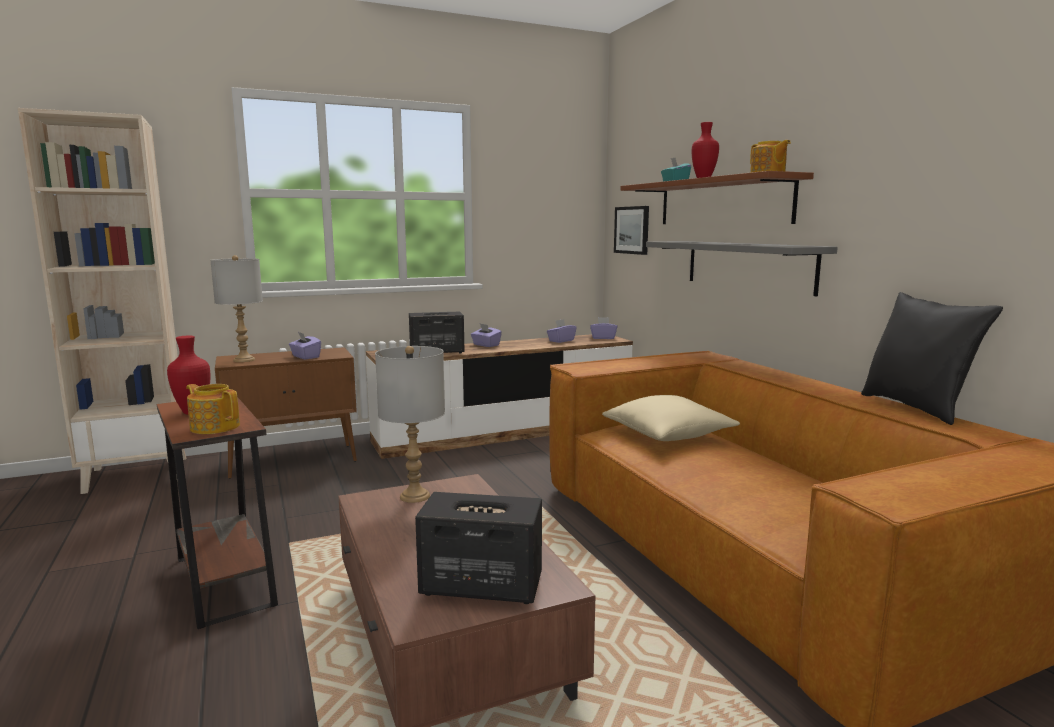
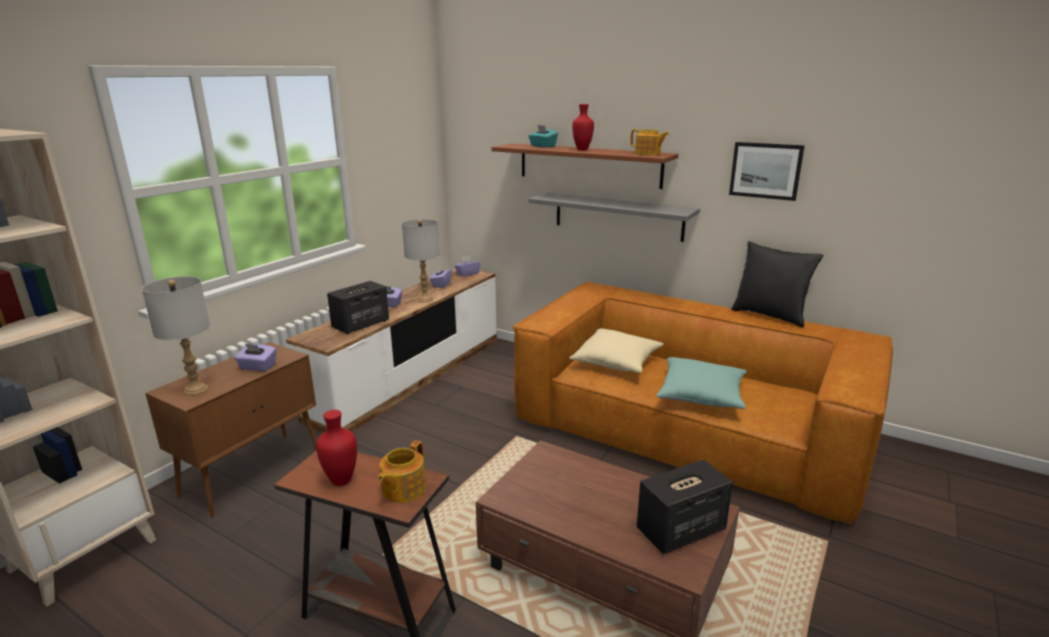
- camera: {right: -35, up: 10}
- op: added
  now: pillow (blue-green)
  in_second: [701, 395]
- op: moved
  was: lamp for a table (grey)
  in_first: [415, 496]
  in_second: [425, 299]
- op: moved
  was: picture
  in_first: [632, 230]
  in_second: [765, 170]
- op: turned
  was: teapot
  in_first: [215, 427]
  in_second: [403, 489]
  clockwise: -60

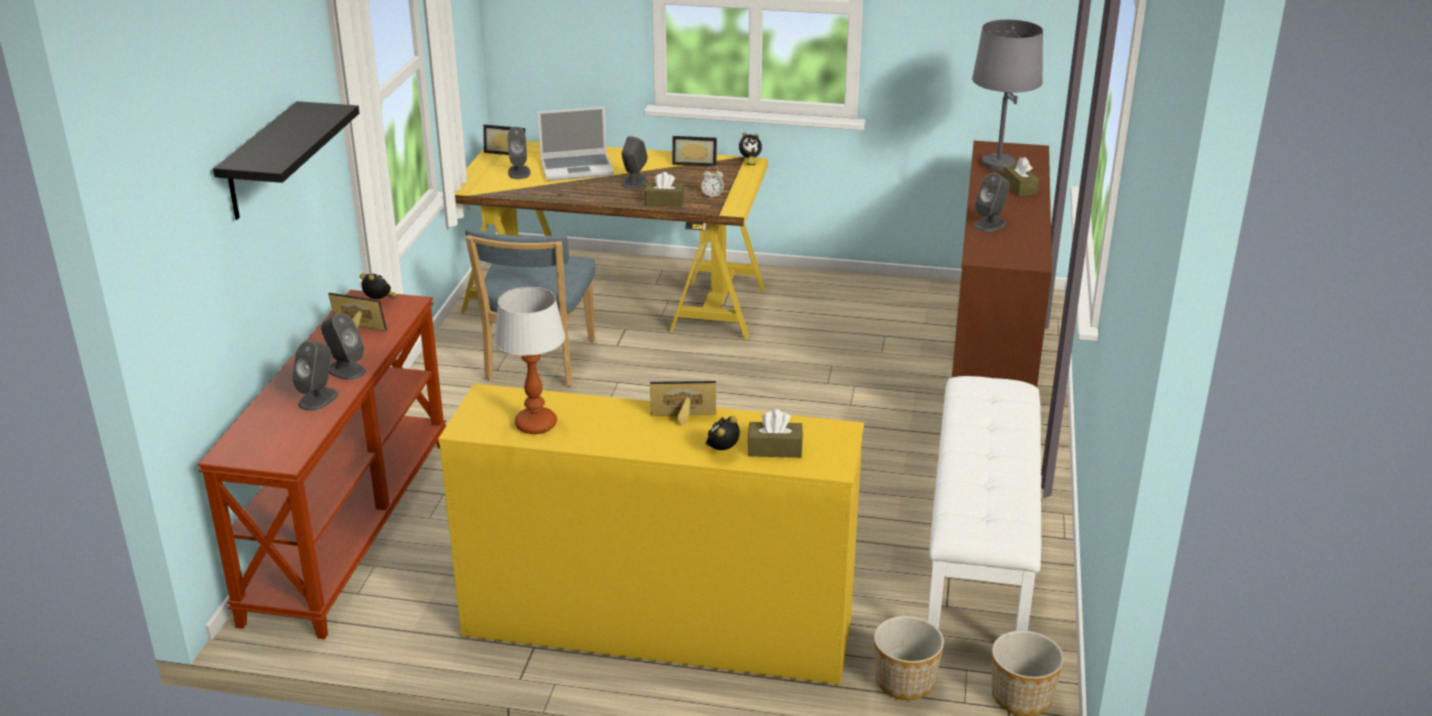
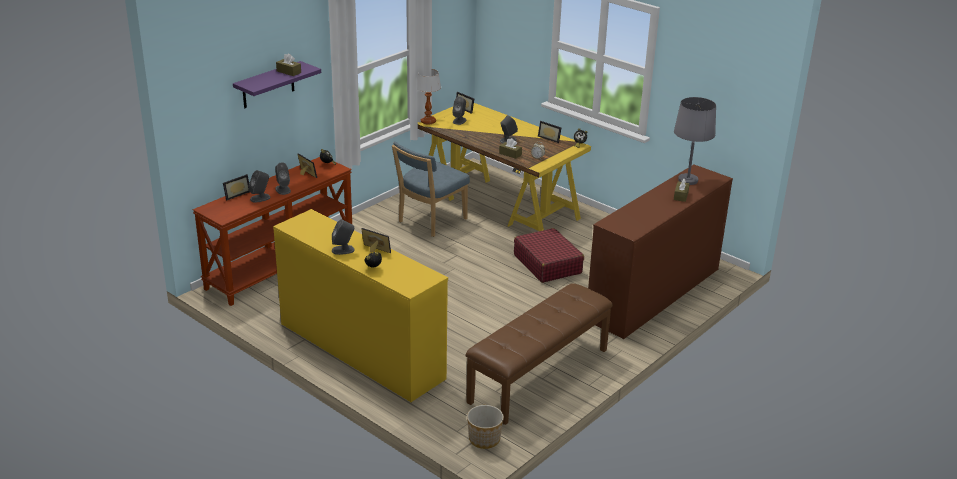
- camera: {right: 30, up: 0}
- op: removed
  was: portable computer
  in_first: [578, 168]
- op: removed
  was: flower pot
  in_first: [906, 681]
- op: added
  now: photo frame
  in_second: [236, 194]
- op: added
  now: suitcase (red-coloured)
  in_second: [547, 264]
- op: moved
  was: lamp for a table
  in_first: [535, 424]
  in_second: [428, 121]
- op: moved
  was: box of tissues (brownish)
  in_first: [775, 449]
  in_second: [289, 72]
- op: moved
  was: speaker (grey)
  in_first: [990, 224]
  in_second: [343, 250]
- op: recoloured
  was: wall shelf (black)
  now: wall shelf (purplish)
  in_first: [261, 162]
  in_second: [268, 85]
- op: recoloured
  was: bench (white-coloured)
  now: bench (brownish)
  in_first: [981, 553]
  in_second: [539, 376]

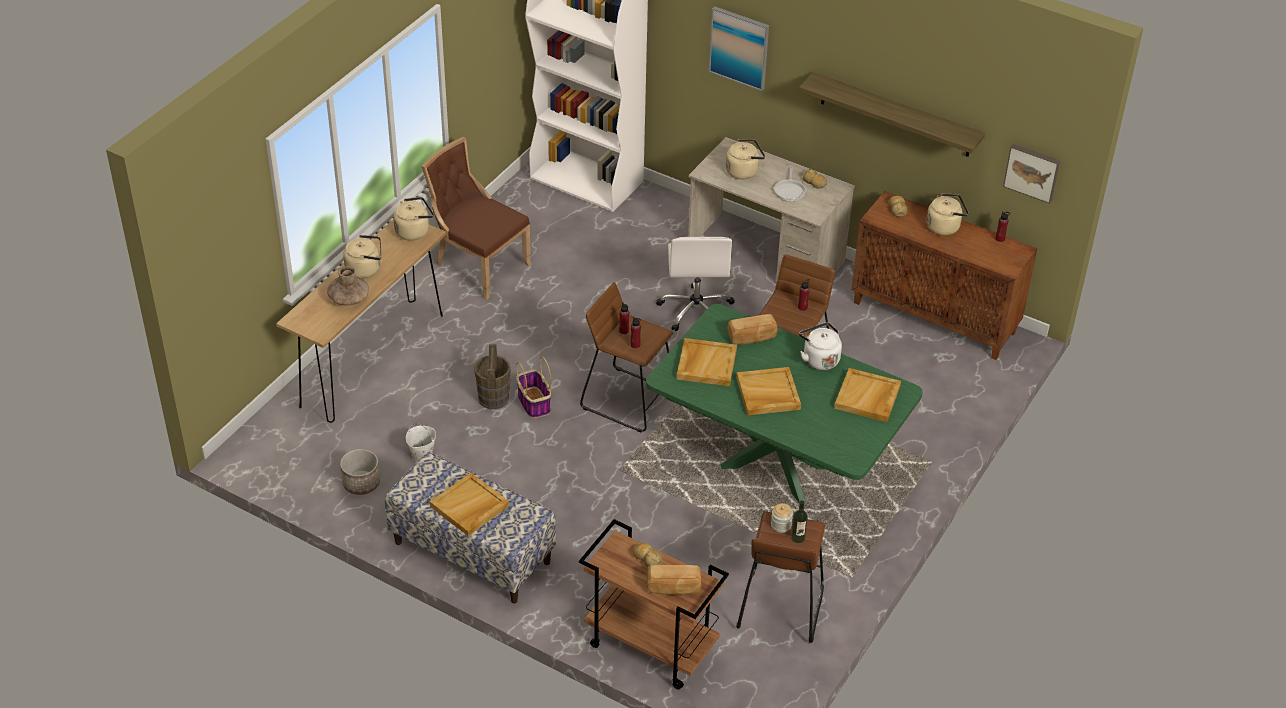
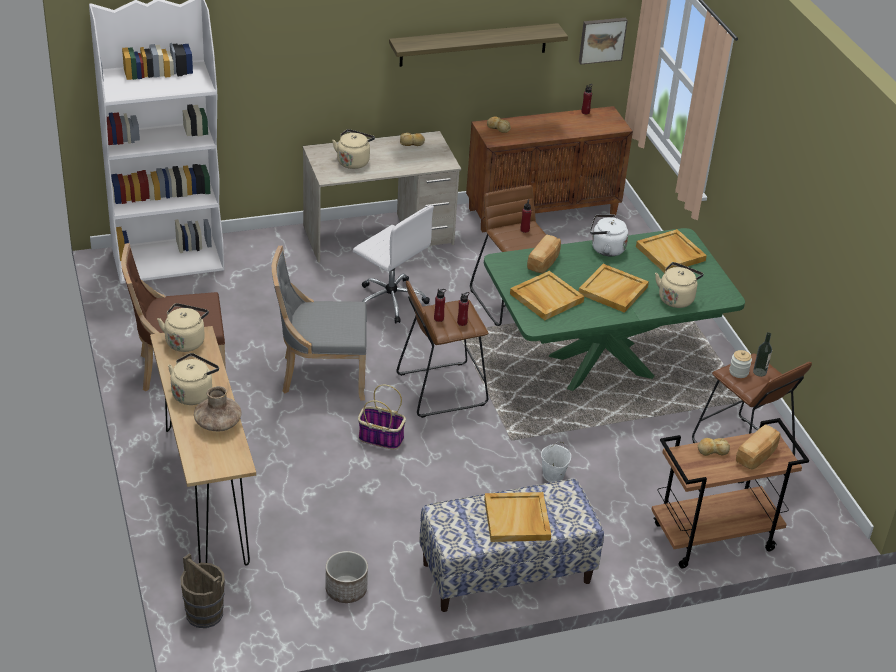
- camera: {right: -50, up: -5}
- op: removed
  was: picture
  in_first: [739, 47]
- op: removed
  was: pan
  in_first: [789, 191]
- op: added
  now: upright chair (grey)
  in_second: [320, 375]
- op: moved
  was: bucket (white-coloured)
  in_first: [422, 454]
  in_second: [553, 475]
- op: moved
  was: bucket (brownish)
  in_first: [493, 398]
  in_second: [204, 613]
- op: moved
  was: water kettle (sand-coloured)
  in_first: [945, 226]
  in_second: [676, 298]

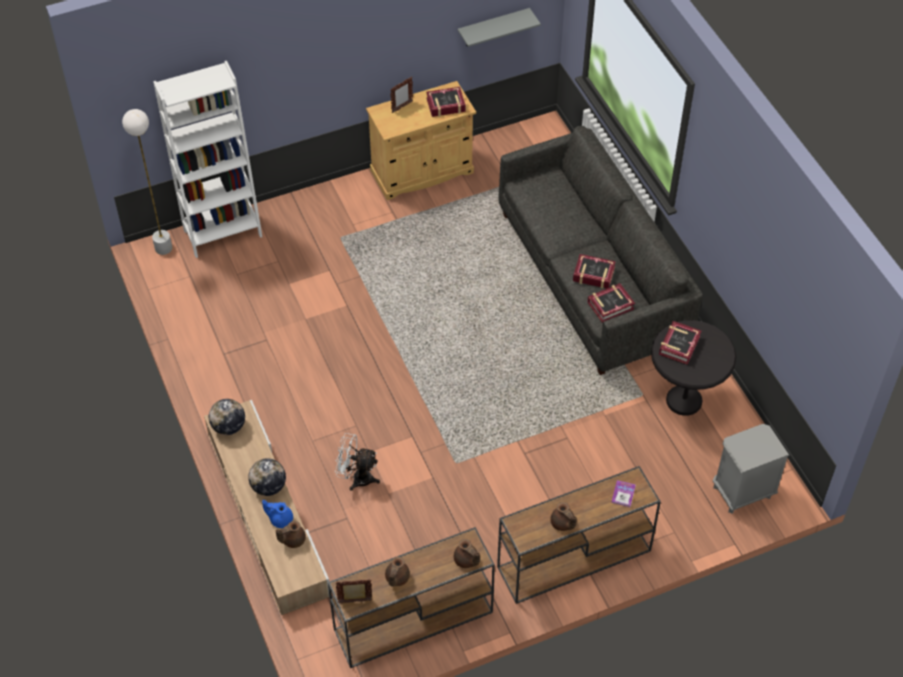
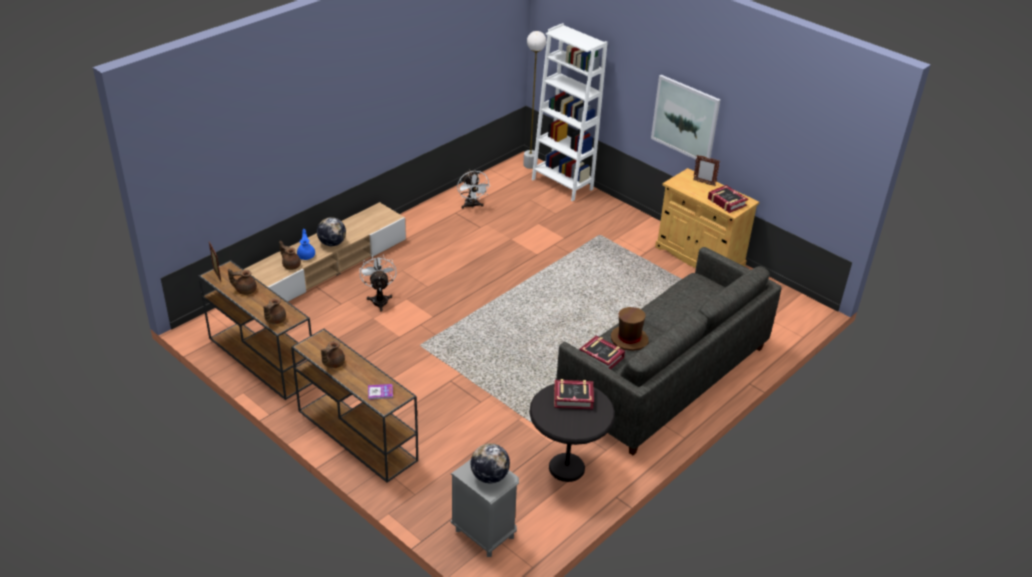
- camera: {right: 65, up: -15}
- op: removed
  was: wall shelf (grey)
  in_first: [493, 28]
- op: added
  now: fan (white-coloured)
  in_second: [472, 206]
- op: added
  now: picture
  in_second: [685, 119]
- op: moved
  was: globe
  in_first: [228, 427]
  in_second: [489, 476]
- op: replaced
  was: volume
  now: wearable hat (brownish)
  in_first: [593, 274]
  in_second: [629, 339]

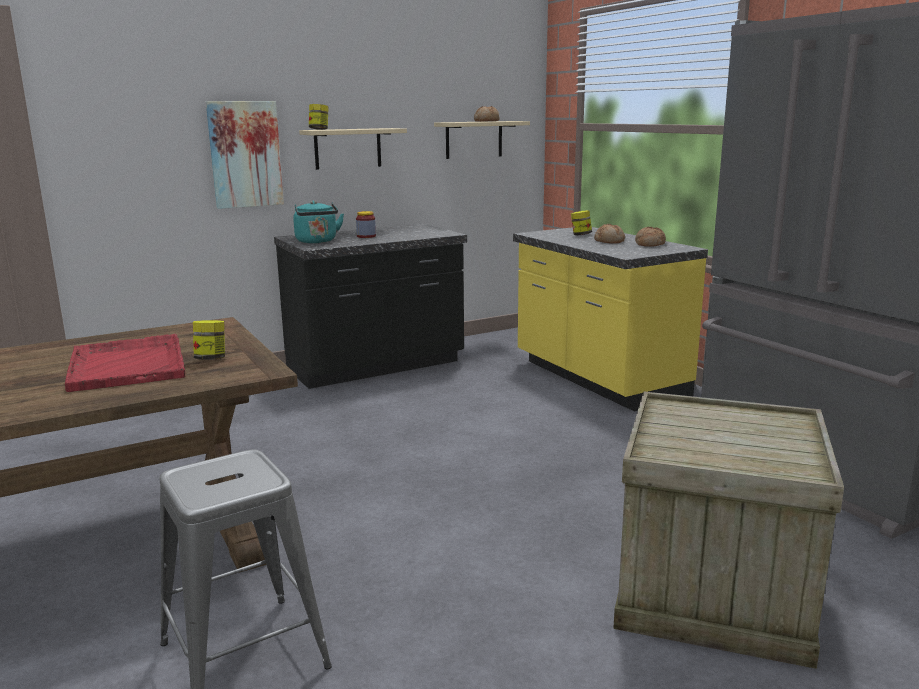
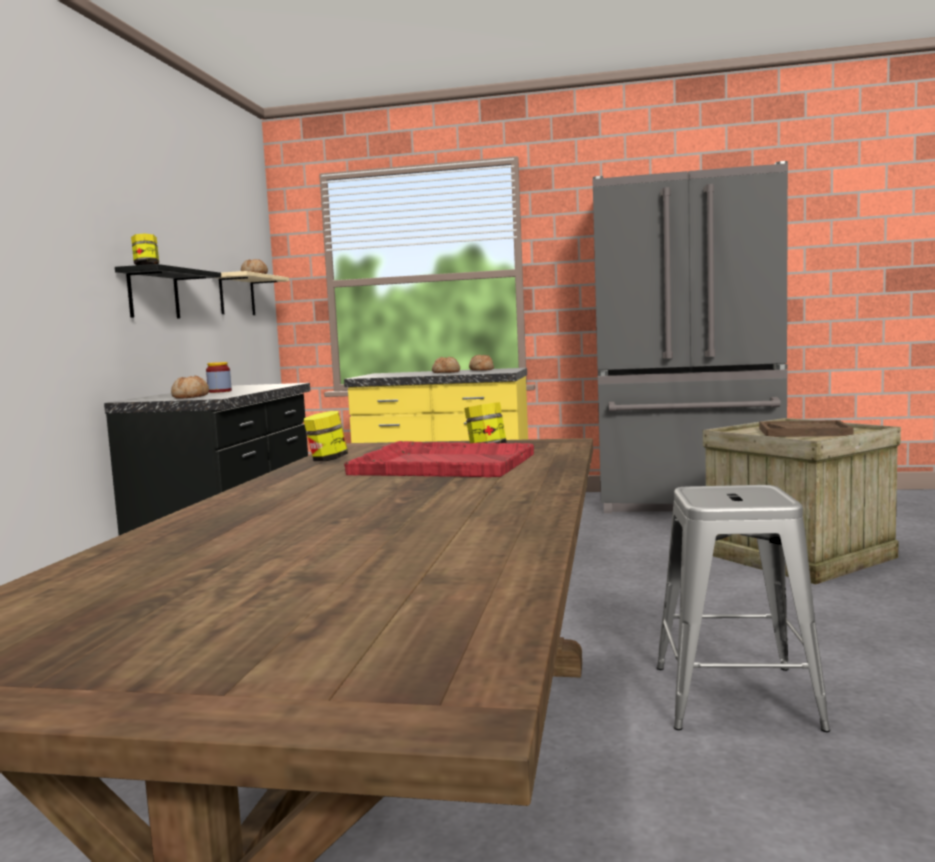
- camera: {right: -50, up: -10}
- op: removed
  was: picture
  in_first: [245, 154]
- op: added
  now: serving tray (brownish)
  in_second: [804, 432]
- op: moved
  was: preserve jar
  in_first: [580, 235]
  in_second: [327, 460]
- op: replaced
  was: water kettle (blue-green)
  now: baked bread
  in_first: [317, 241]
  in_second: [191, 397]
- op: recoloured
  was: wall shelf (sand-coloured)
  now: wall shelf (black)
  in_first: [348, 148]
  in_second: [153, 294]

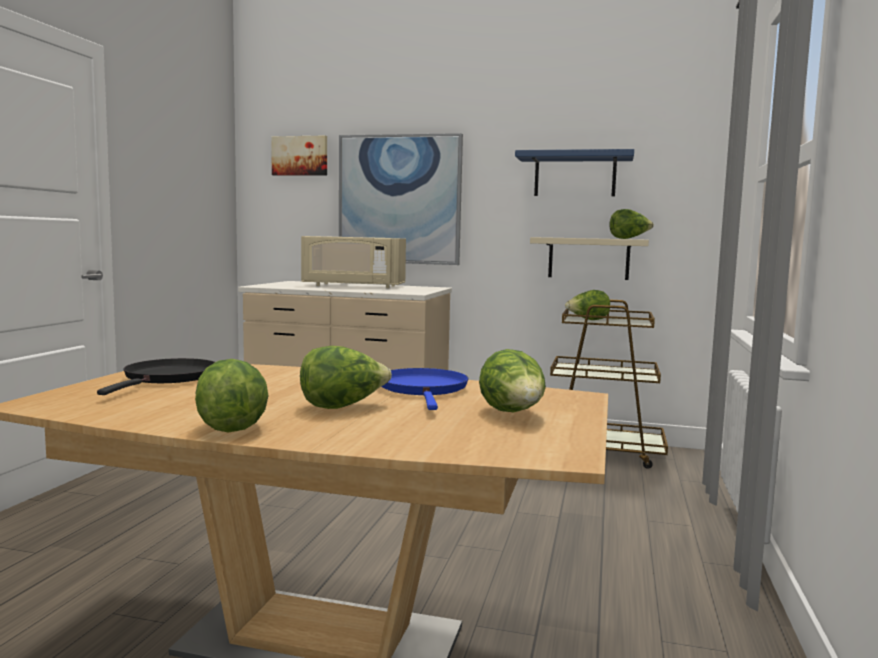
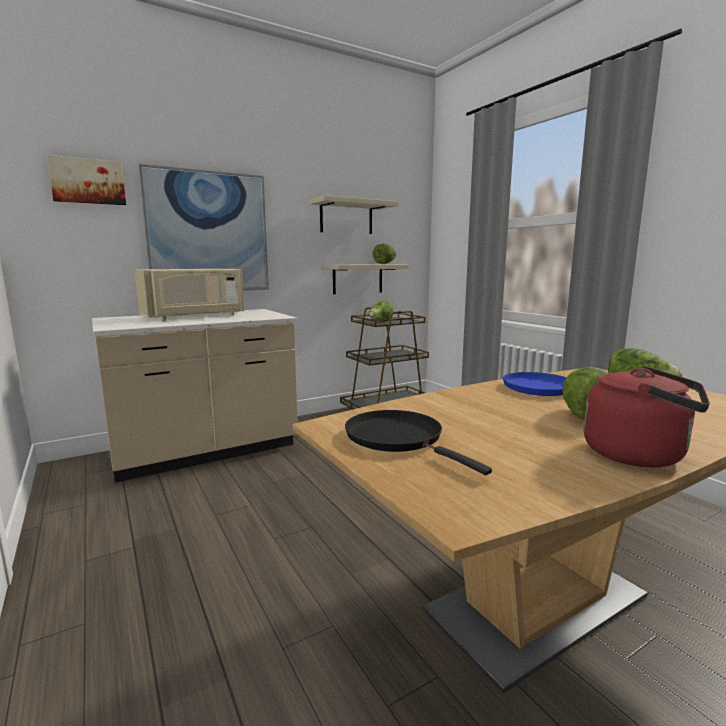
- camera: {right: -45, up: 5}
- op: replaced
  was: lettuce head
  now: water kettle (red-coloured)
  in_first: [232, 426]
  in_second: [639, 455]
- op: recoloured
  was: wall shelf (blue)
  now: wall shelf (sand-coloured)
  in_first: [575, 175]
  in_second: [346, 217]

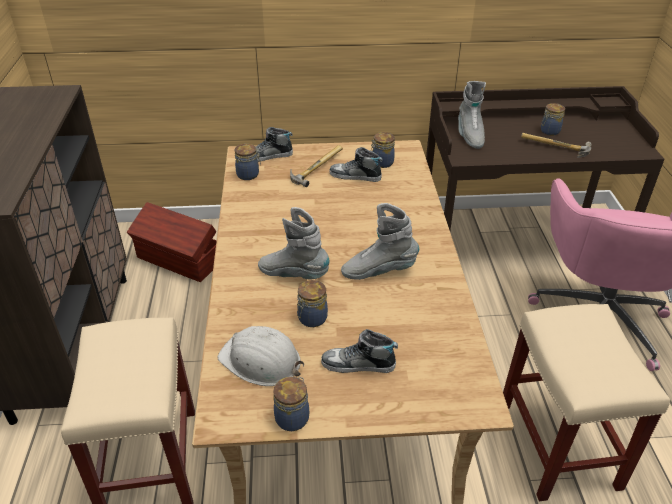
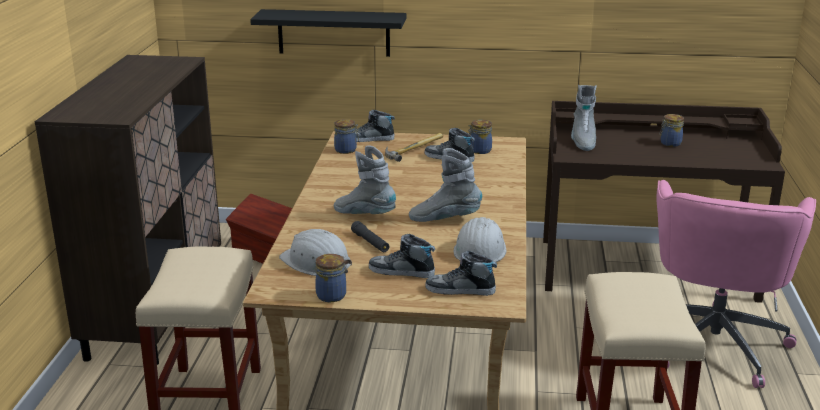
- camera: {right: 10, up: -15}
- op: removed
  was: hand hammer
  in_first: [554, 148]
- op: added
  now: wall shelf (black)
  in_second: [333, 32]
- op: added
  now: shoe
  in_second: [460, 290]
- op: added
  now: hard hat (white-coloured)
  in_second: [480, 250]
- op: replaced
  was: preserve jar
  now: hand torch (black)
  in_first: [311, 319]
  in_second: [370, 242]

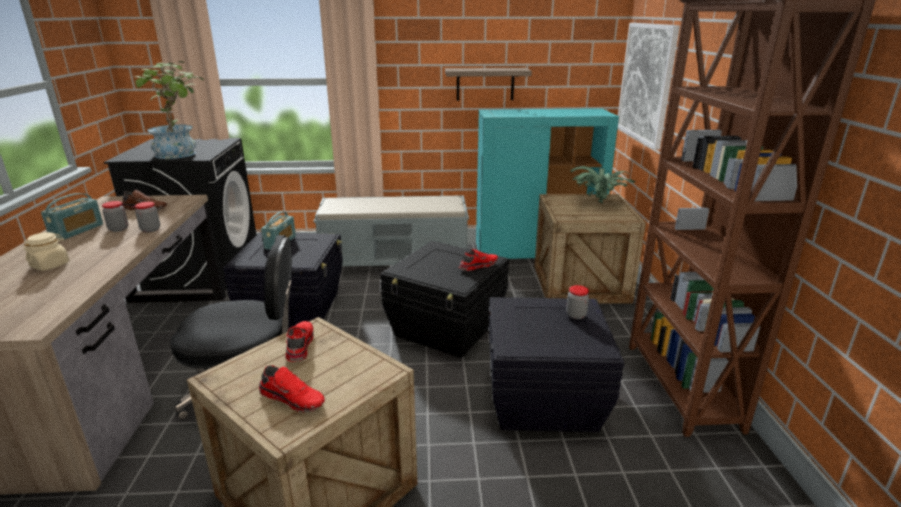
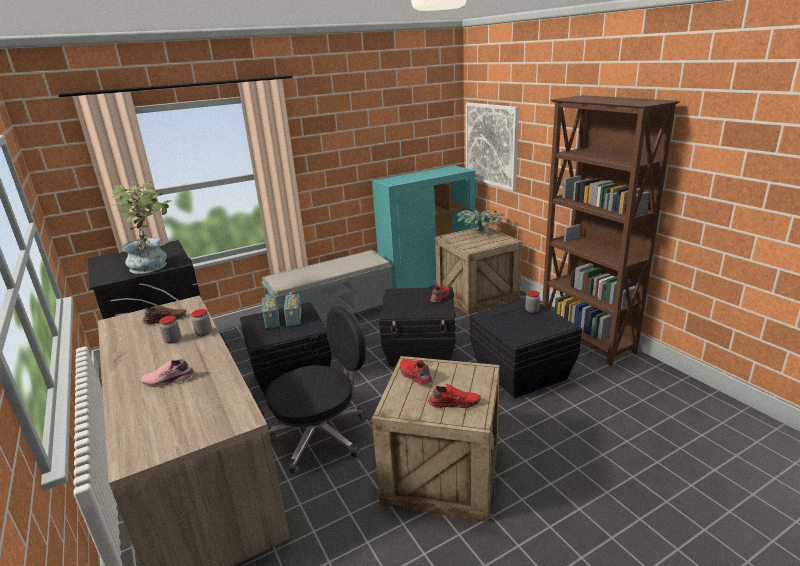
- camera: {right: -25, up: 0}
- op: removed
  was: wall shelf
  in_first: [485, 84]
- op: moved
  was: radio
  in_first: [77, 231]
  in_second: [294, 318]
- op: replaced
  was: preserve jar (sand-coloured)
  now: shoe (pink-coloured)
  in_first: [50, 265]
  in_second: [168, 381]

